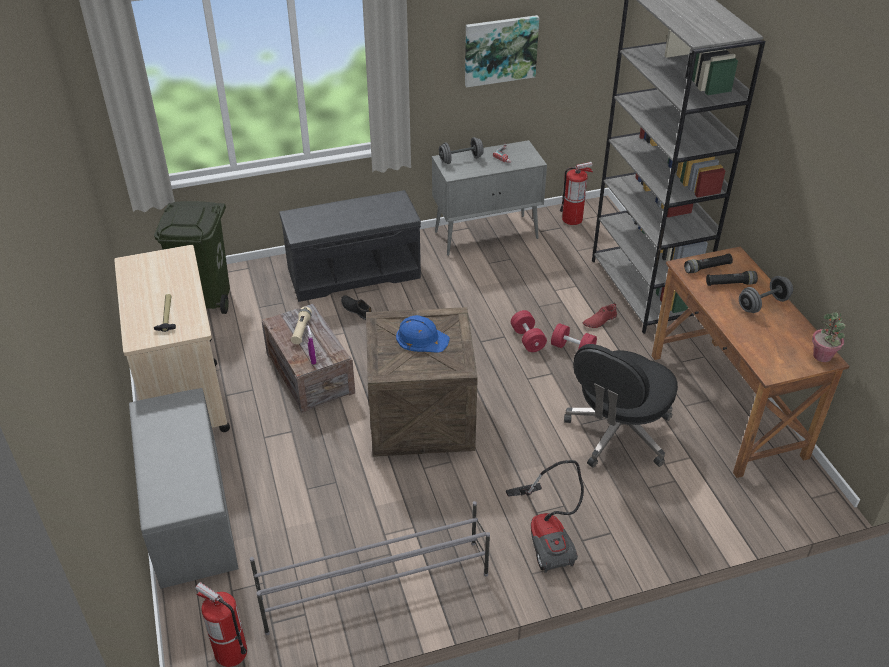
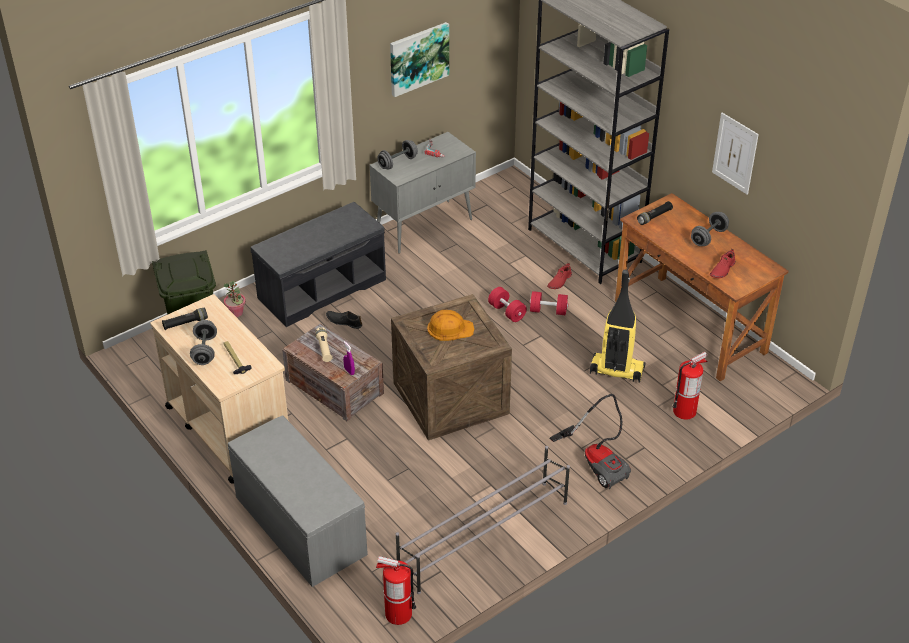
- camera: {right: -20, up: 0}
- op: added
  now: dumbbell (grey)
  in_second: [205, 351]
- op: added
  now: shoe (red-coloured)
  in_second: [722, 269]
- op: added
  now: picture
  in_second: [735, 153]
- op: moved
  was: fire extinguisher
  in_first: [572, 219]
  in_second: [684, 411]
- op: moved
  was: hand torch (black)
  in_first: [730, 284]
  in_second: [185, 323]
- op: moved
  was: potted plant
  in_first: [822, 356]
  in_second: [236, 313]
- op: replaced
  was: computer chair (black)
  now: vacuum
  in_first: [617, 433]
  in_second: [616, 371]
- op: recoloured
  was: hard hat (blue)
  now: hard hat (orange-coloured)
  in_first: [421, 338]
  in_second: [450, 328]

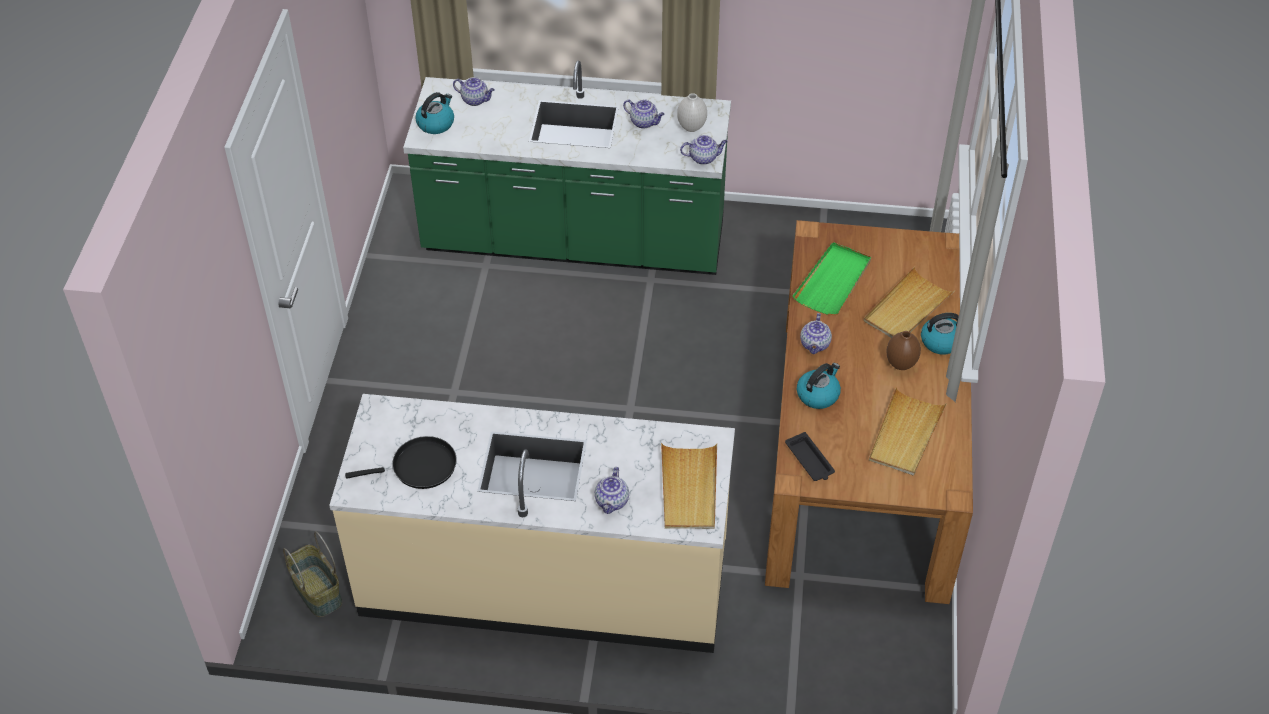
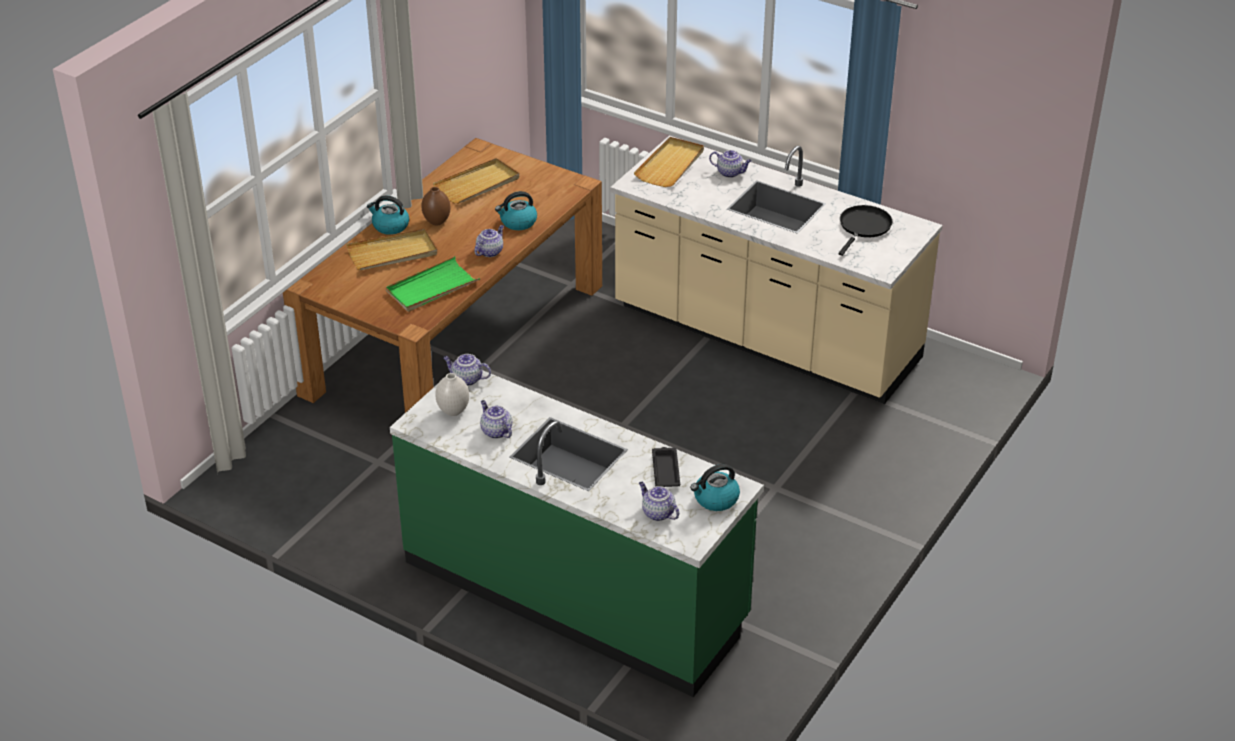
- camera: {right: -155, up: -10}
- op: removed
  was: storage basket
  in_first: [316, 591]
- op: moved
  was: serving tray (black)
  in_first: [810, 460]
  in_second: [665, 470]
- op: turned
  was: pan (black)
  in_first: [419, 467]
  in_second: [863, 227]
  clockwise: 105
- op: turned
  was: teapot
  in_first: [612, 502]
  in_second: [730, 173]
  clockwise: 75

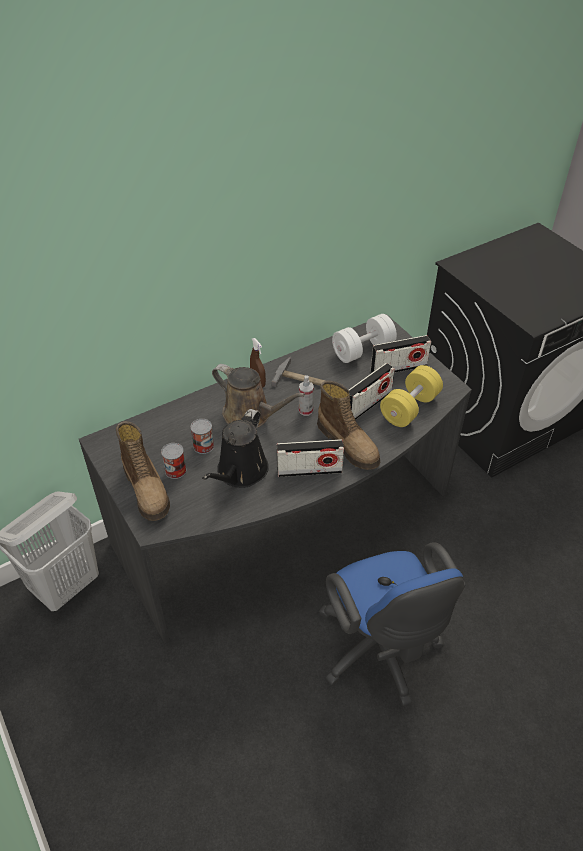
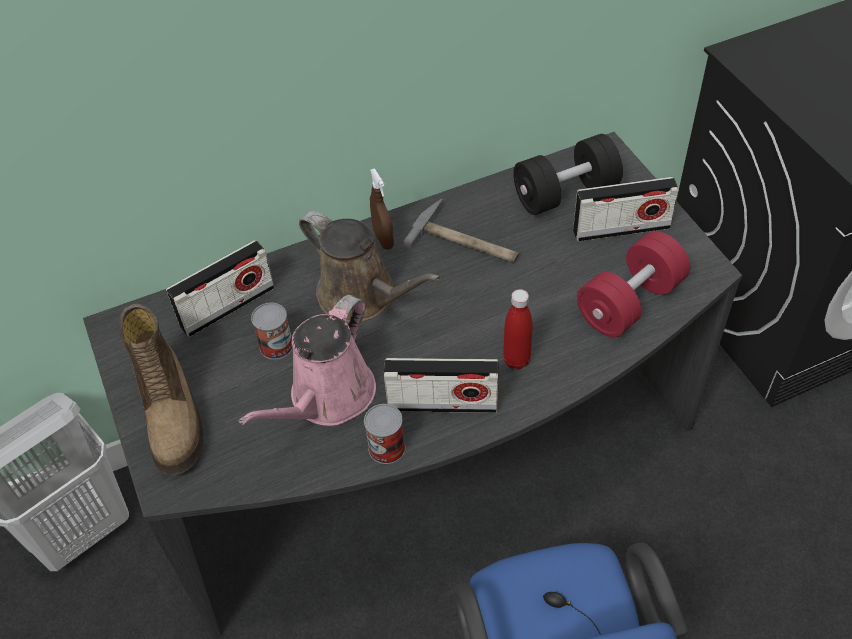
- camera: {right: 10, up: 5}
- op: removed
  was: hand sprayer
  in_first: [305, 410]
- op: moved
  was: metal can
  in_first: [175, 470]
  in_second: [386, 448]
- op: moved
  was: radio
  in_first: [368, 404]
  in_second: [227, 307]
- op: replaced
  was: high-top boot
  now: beverage bottle (red-coloured)
  in_first: [349, 444]
  in_second: [516, 360]
- op: recoloured
  was: watering pot (black)
  now: watering pot (pink-coloured)
  in_first: [240, 472]
  in_second: [327, 398]
- op: recoloured
  was: dumbbell (white-coloured)
  now: dumbbell (black)
  in_first: [363, 350]
  in_second: [565, 193]
- op: recoloured
  was: dumbbell (yellow)
  now: dumbbell (red-coloured)
  in_first: [409, 408]
  in_second: [629, 302]

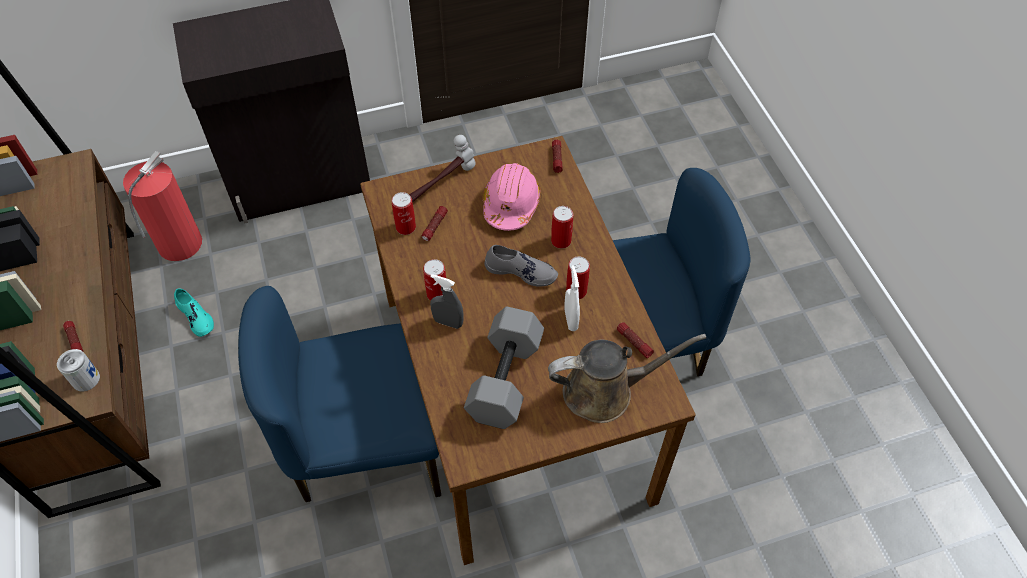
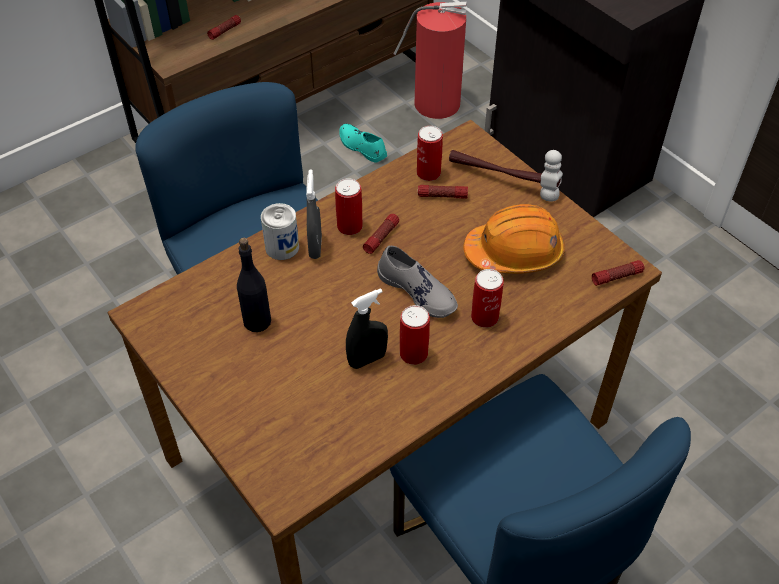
- camera: {right: 70, up: -5}
- op: removed
  was: watering pot (brownish)
  in_first: [605, 391]
- op: moved
  was: metal can
  in_first: [85, 379]
  in_second: [282, 247]
- op: moved
  was: hand torch
  in_first: [634, 342]
  in_second: [381, 237]
- op: replaced
  was: dumbbell (grey)
  now: beverage bottle (black)
  in_first: [506, 380]
  in_second: [257, 321]
- op: recoloured
  was: hard hat (pink-coloured)
  now: hard hat (orange-coloured)
  in_first: [511, 204]
  in_second: [514, 253]
- op: recoloured
  was: hand sprayer (white-coloured)
  now: hand sprayer (black)
  in_first: [570, 320]
  in_second: [367, 359]
- op: turned
  was: shoe (blue-green)
  in_first: [196, 317]
  in_second: [362, 147]
  clockwise: 105
- op: turned
  was: shoe (grey)
  in_first: [521, 271]
  in_second: [418, 291]
  clockwise: -45

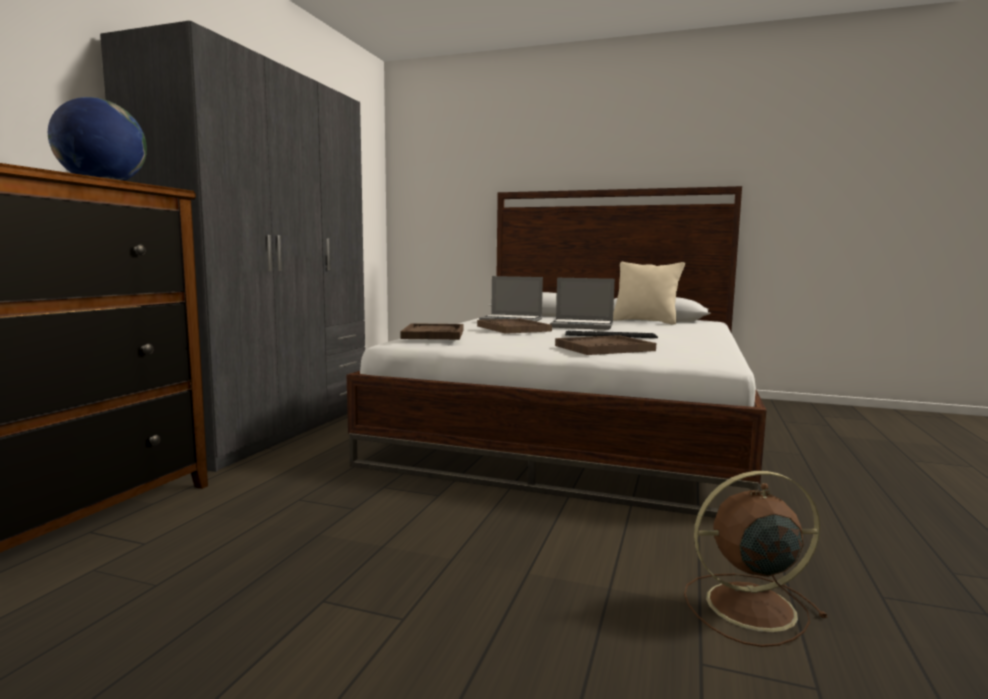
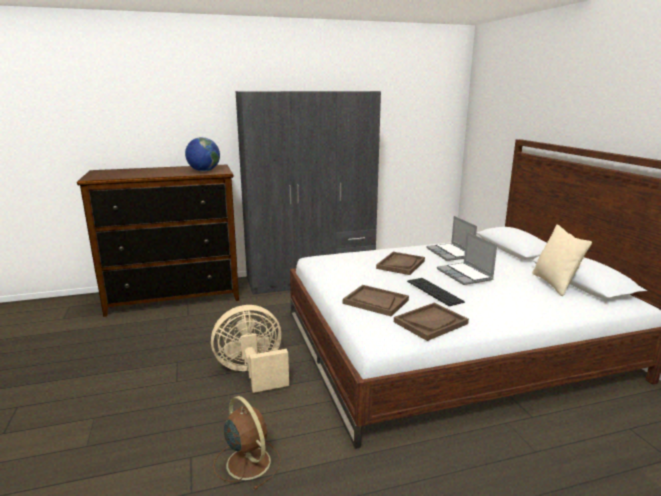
- camera: {right: 55, up: 10}
- op: added
  now: fan (sand-coloured)
  in_second: [252, 373]
- op: moved
  was: serving tray (brownish)
  in_first: [433, 334]
  in_second: [430, 323]

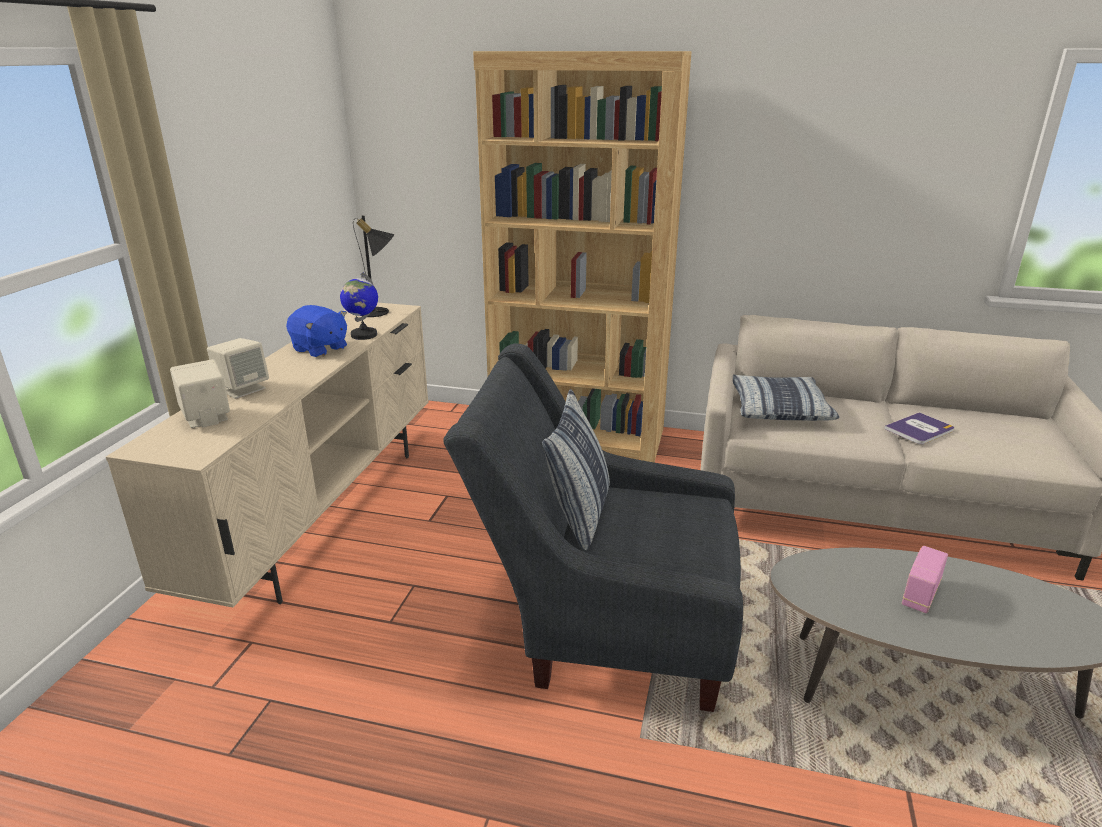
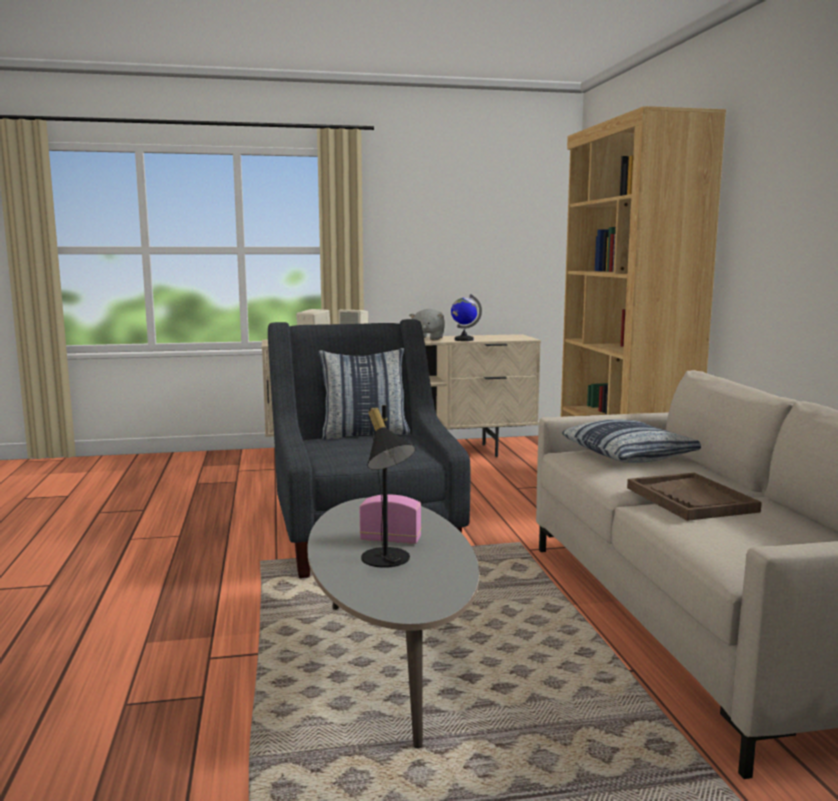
- camera: {right: 65, up: -15}
- op: moved
  was: lamp for a table (black)
  in_first: [379, 312]
  in_second: [387, 561]
- op: replaced
  was: volume
  now: serving tray (brownish)
  in_first: [919, 429]
  in_second: [691, 499]
- op: recoloured
  was: soft toy (blue)
  now: soft toy (grey)
  in_first: [320, 349]
  in_second: [427, 339]

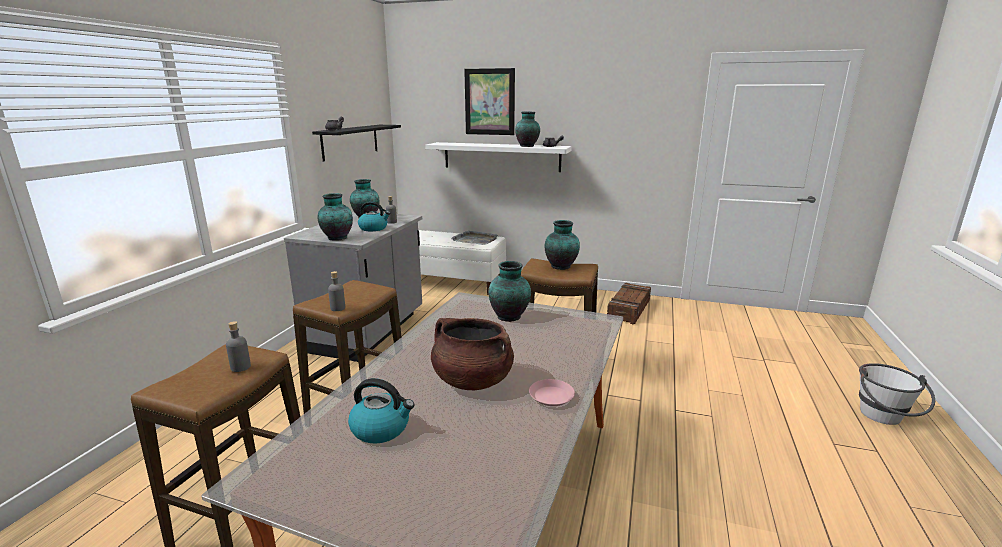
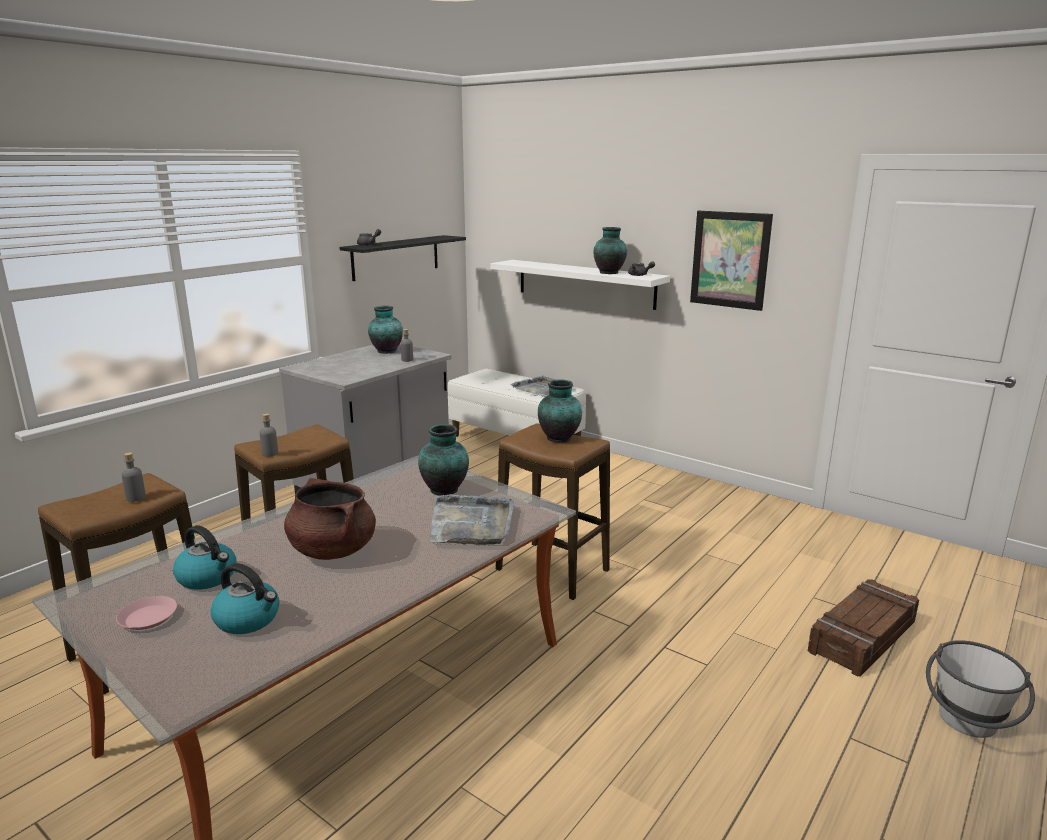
- camera: {right: 20, up: 0}
- op: removed
  was: vase
  in_first: [337, 238]
- op: added
  now: serving tray (grey)
  in_second: [471, 523]
- op: moved
  was: water kettle
  in_first: [374, 228]
  in_second: [248, 619]
- op: moved
  was: picture
  in_first: [489, 102]
  in_second: [730, 260]
- op: moved
  was: flat dish (pink-coloured)
  in_first: [551, 396]
  in_second: [147, 617]
- op: moved
  was: crate
  in_first: [629, 309]
  in_second: [863, 637]

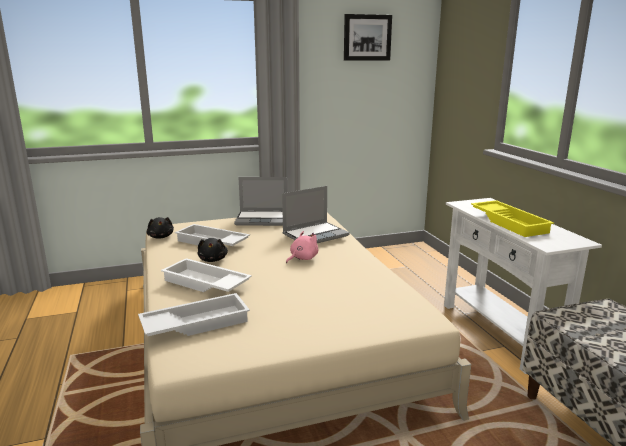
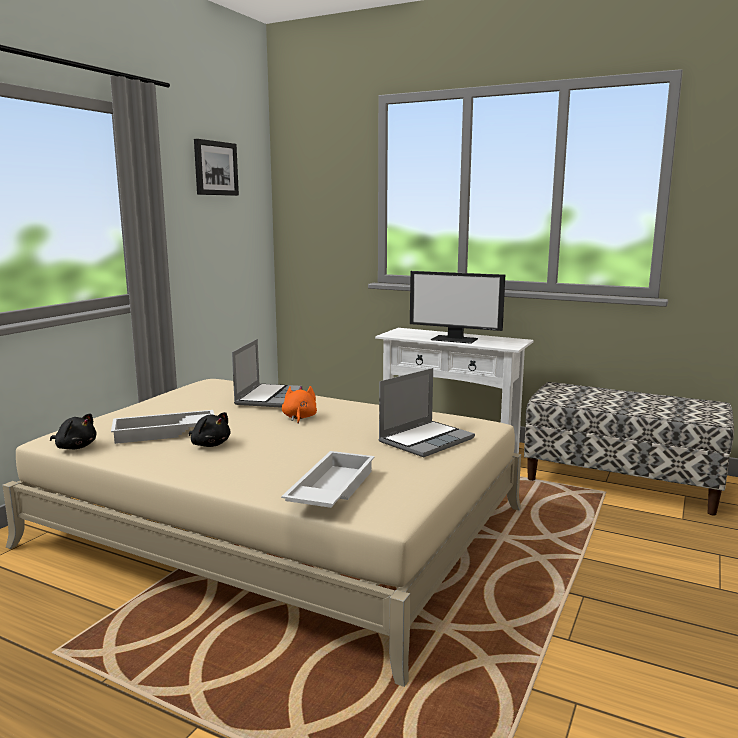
- camera: {right: -45, up: -5}
- op: removed
  was: serving tray (white-coloured)
  in_first: [204, 284]
- op: moved
  was: portable computer
  in_first: [262, 219]
  in_second: [426, 440]
- op: replaced
  was: serving tray (yellow)
  now: monitor
  in_first: [510, 223]
  in_second: [455, 339]
- op: recoloured
  was: soft toy (pink-coloured)
  now: soft toy (orange-coloured)
  in_first: [302, 258]
  in_second: [299, 418]

